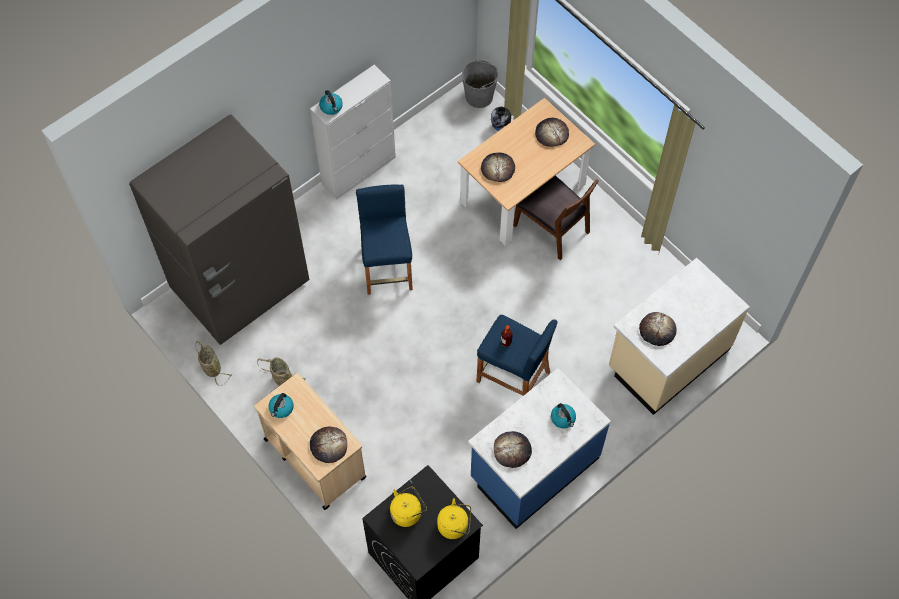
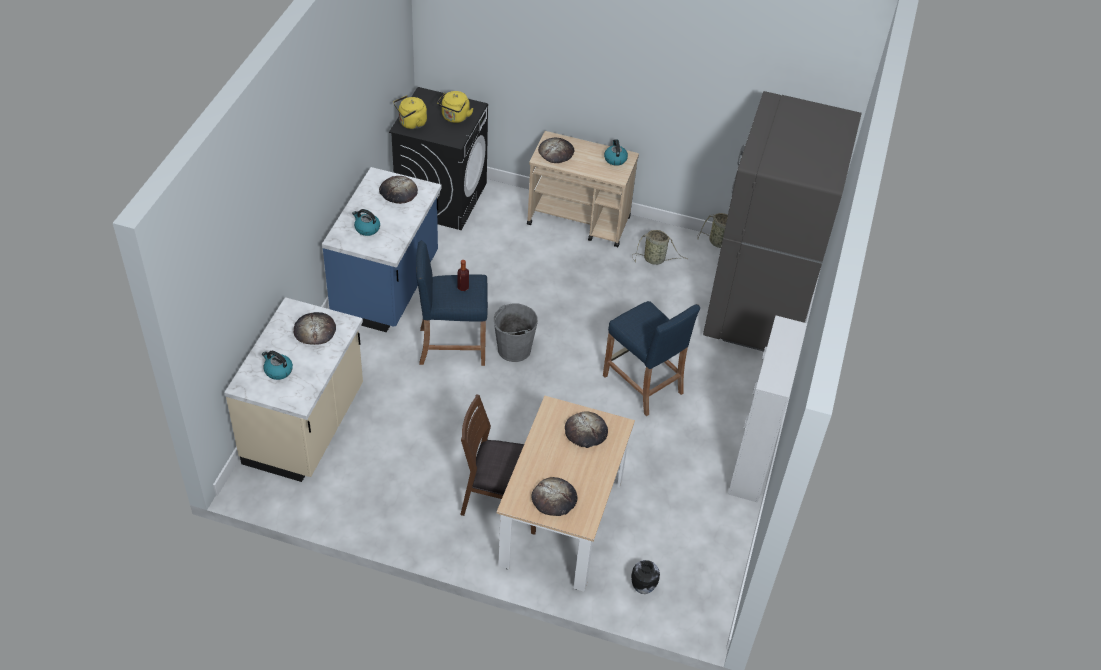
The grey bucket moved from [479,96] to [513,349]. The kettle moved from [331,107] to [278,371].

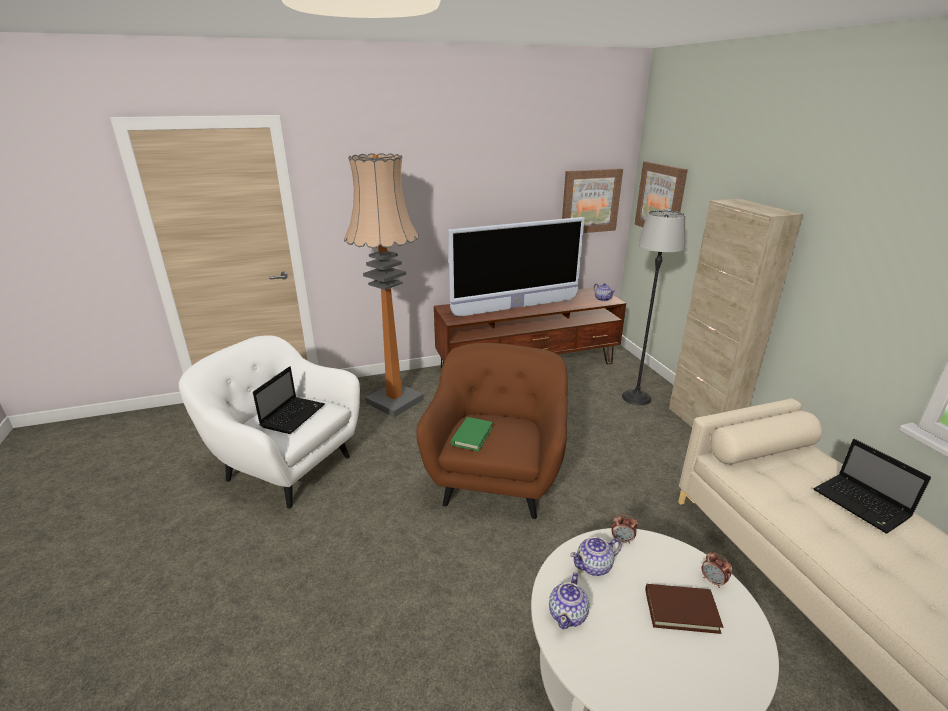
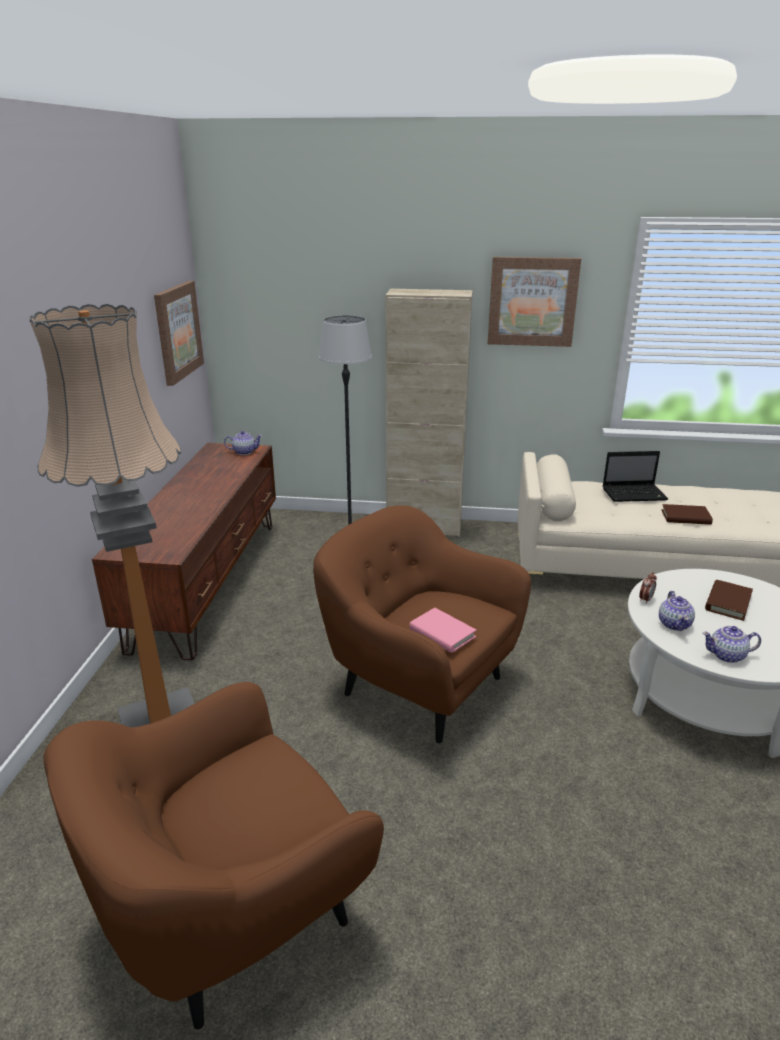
The picture moved from [661,198] to [532,301]. The television at [516,307] disappeared. The white armchair at [286,466] became the brown armchair at [228,913]. The laptop at [293,415] disappeared. The green book at [472,436] became the pink book at [442,633]. The alarm clock at [713,581] disappeared. The teapot at [568,614] turned 135 degrees clockwise. The brown book at [685,517] appeared.

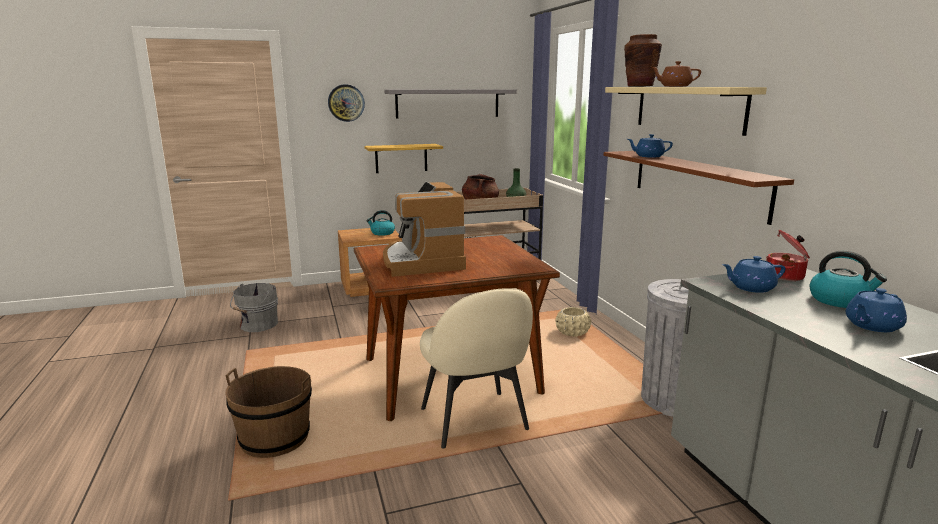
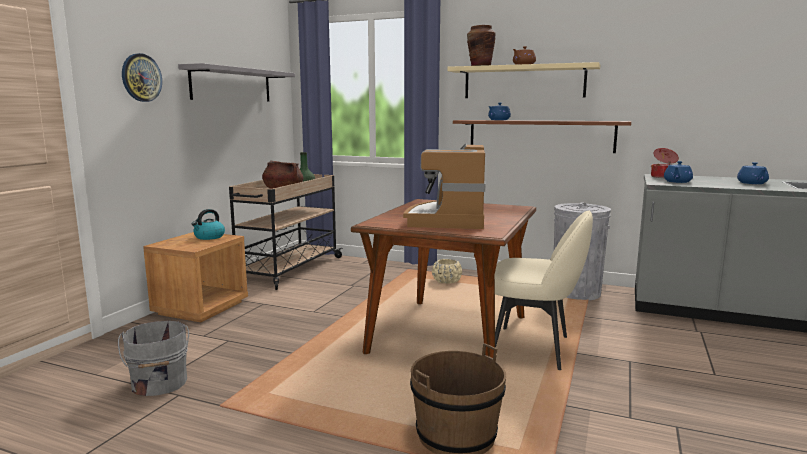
The shelf at [401,158] disappeared. The coffee machine at [421,261] turned 75 degrees clockwise. The kettle at [839,300] disappeared.

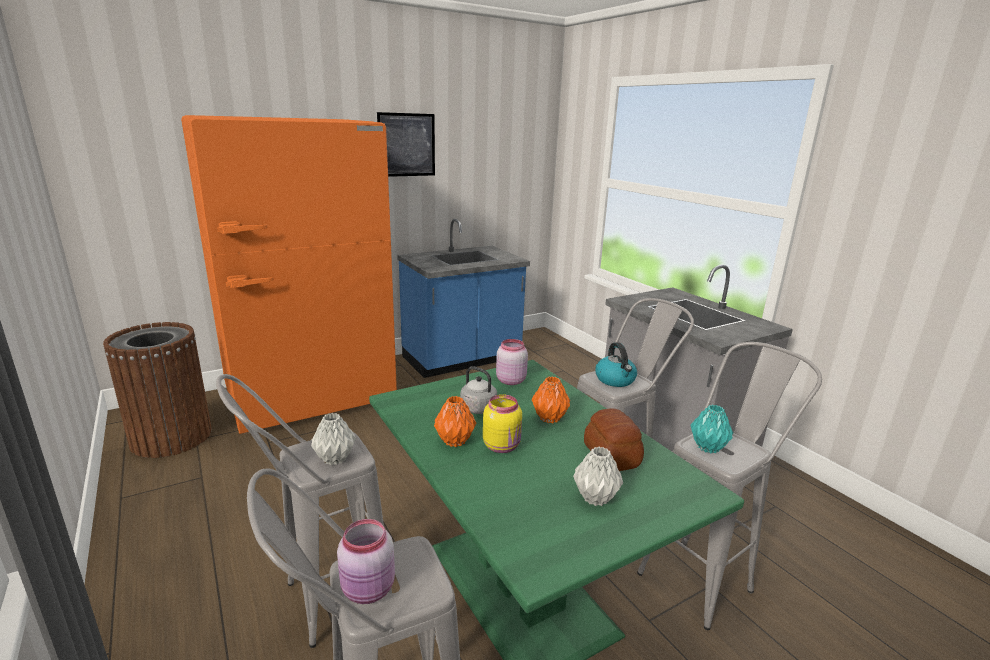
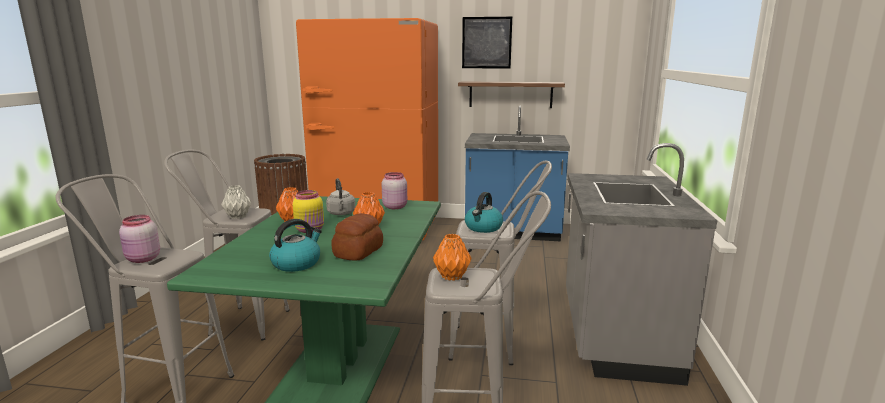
The turquoise vase at [708,448] became the orange vase at [452,277]. The grey vase at [594,498] was replaced by the kettle at [297,263]. The shelf at [510,94] appeared.

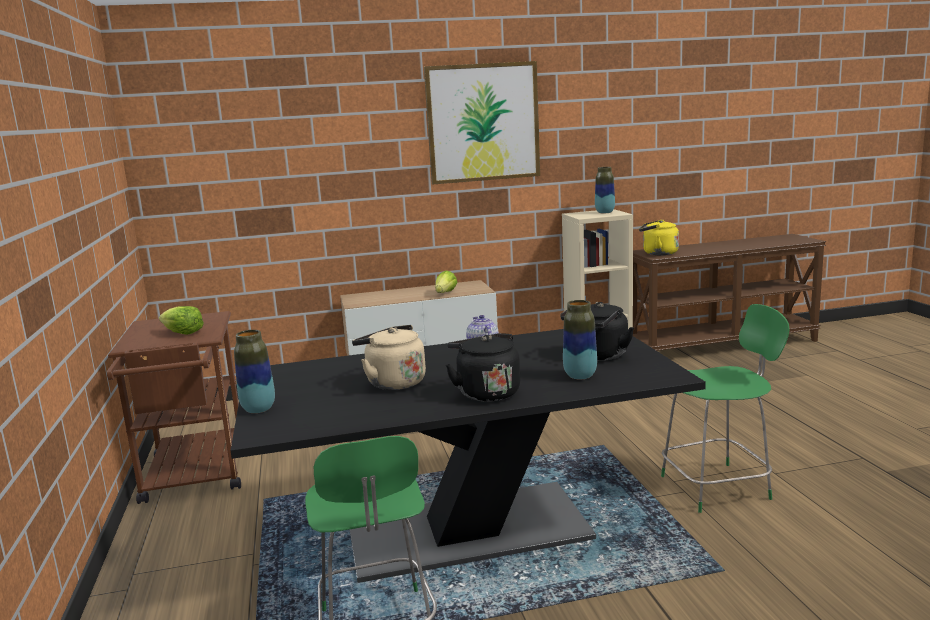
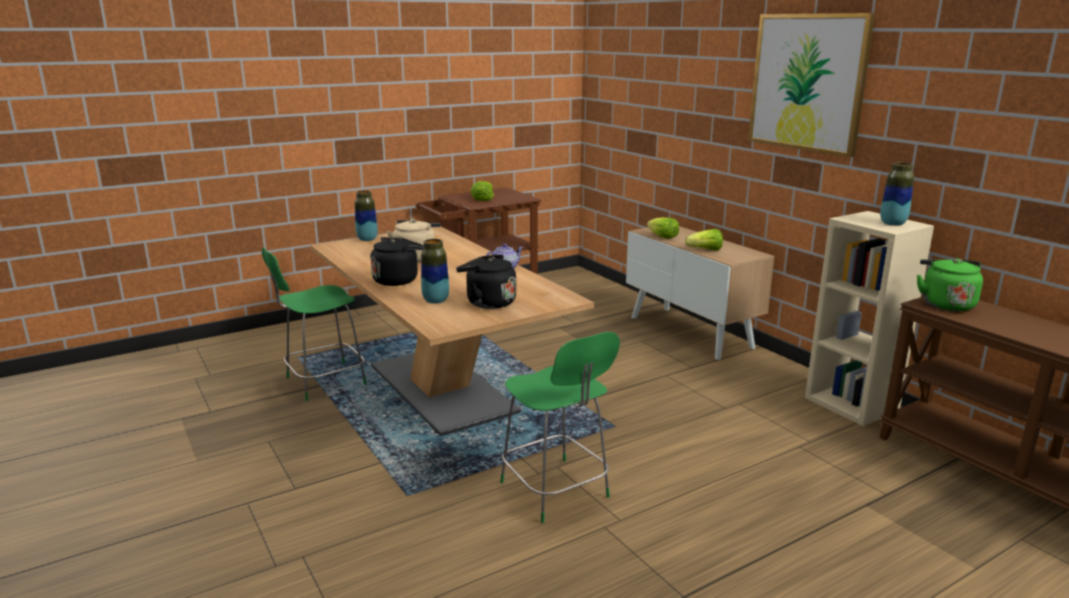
The yellow kettle at [658,253] became the green kettle at [945,304]. The black dining table at [467,531] became the beige dining table at [441,389]. The lettuce at [662,237] appeared.

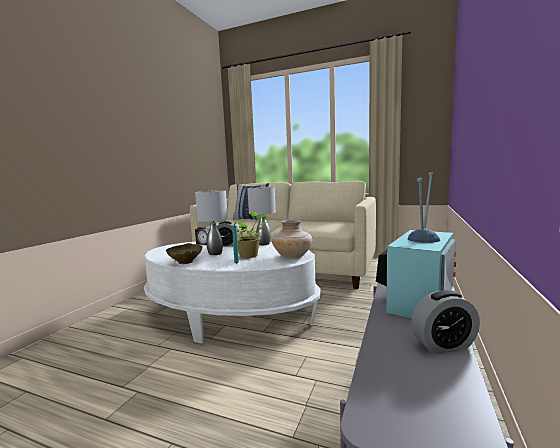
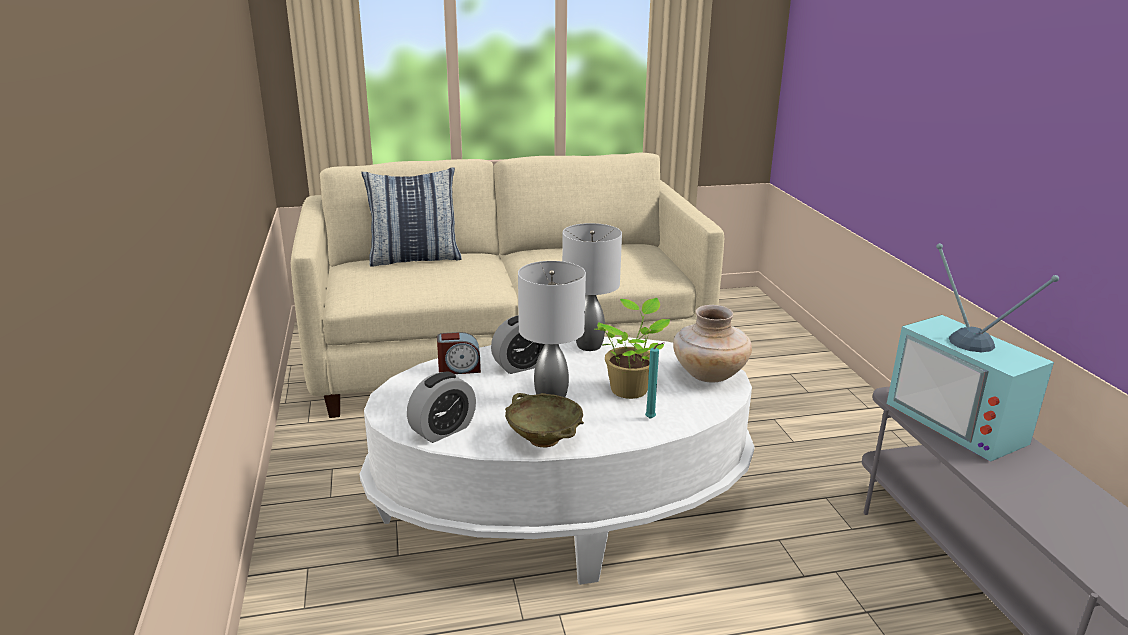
The television at [415,299] turned 150 degrees clockwise. The alarm clock moved from [443,344] to [443,430].

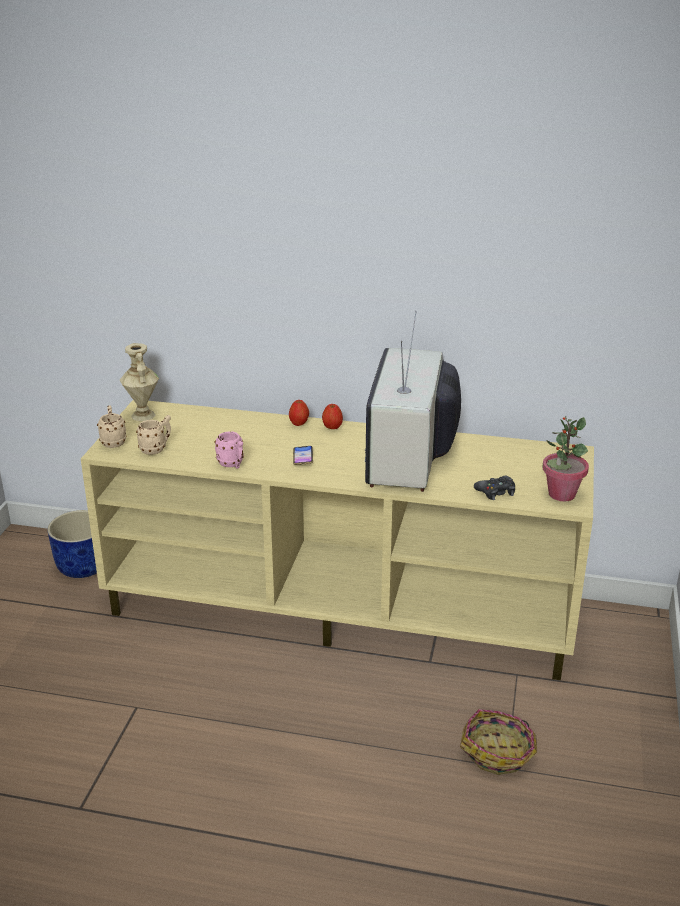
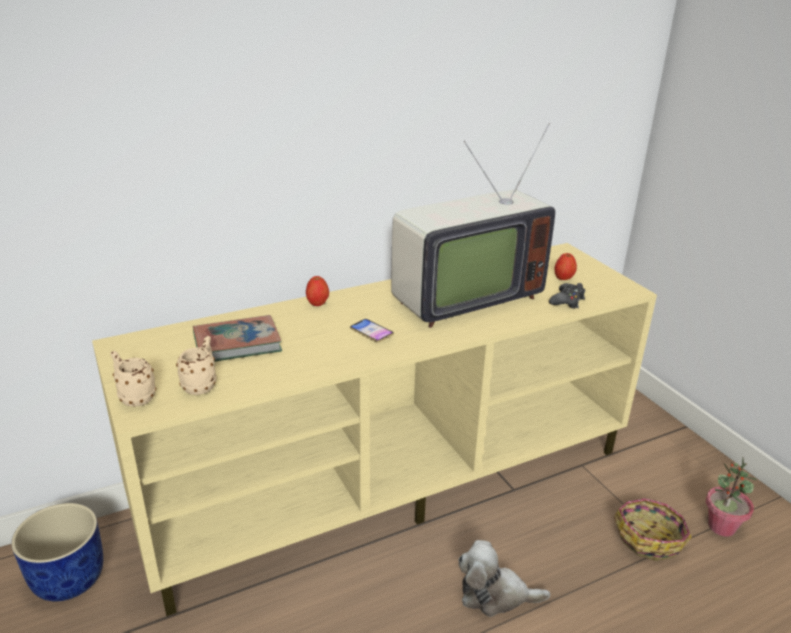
The television at [411,458] turned 90 degrees counterclockwise. The beige vase at [142,415] disappeared. The apple moved from [332,427] to [563,278]. The potted plant moved from [561,494] to [721,527]. The pink mug at [233,464] disappeared. The book at [237,344] appeared. The plush toy at [495,594] appeared.

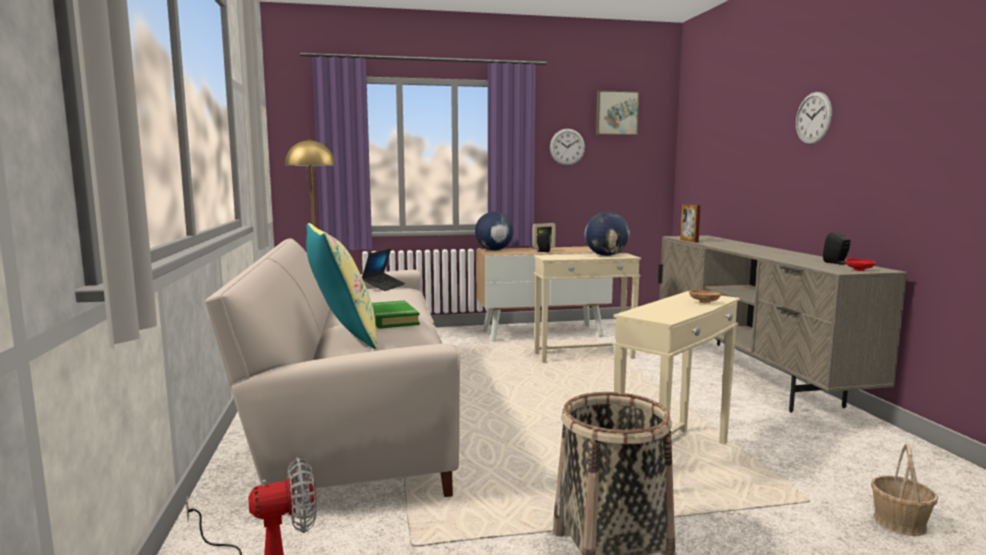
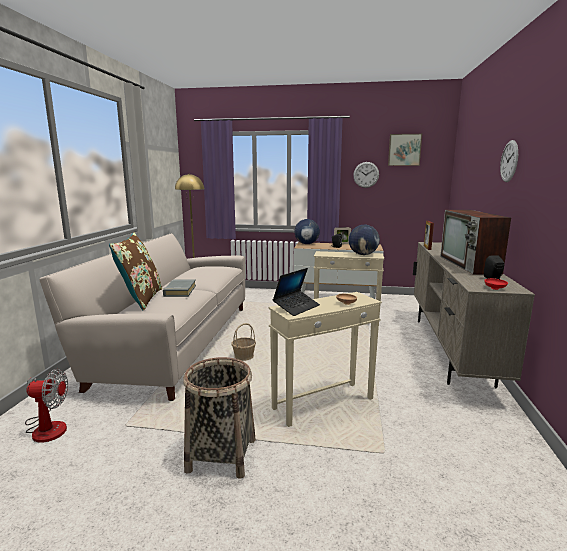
The yellow pillow at [342,336] became the brown pillow at [141,299]. The laptop moved from [384,286] to [296,307]. The green book at [391,320] became the grey book at [180,291]. The basket moved from [899,523] to [243,357]. The television at [470,265] appeared.

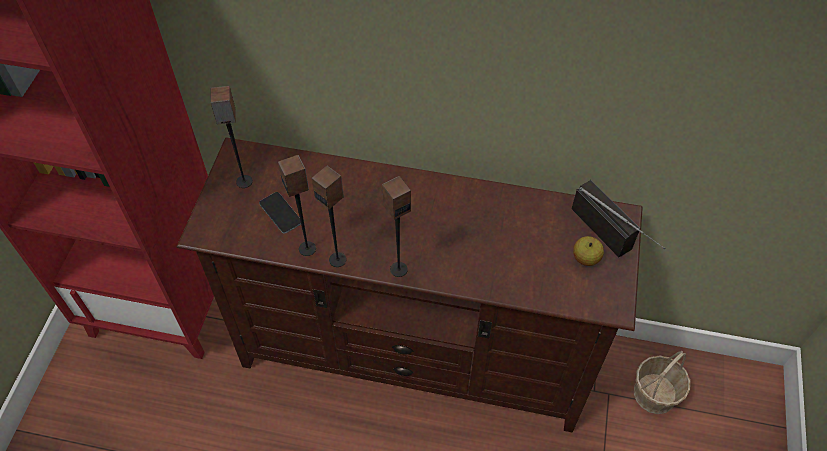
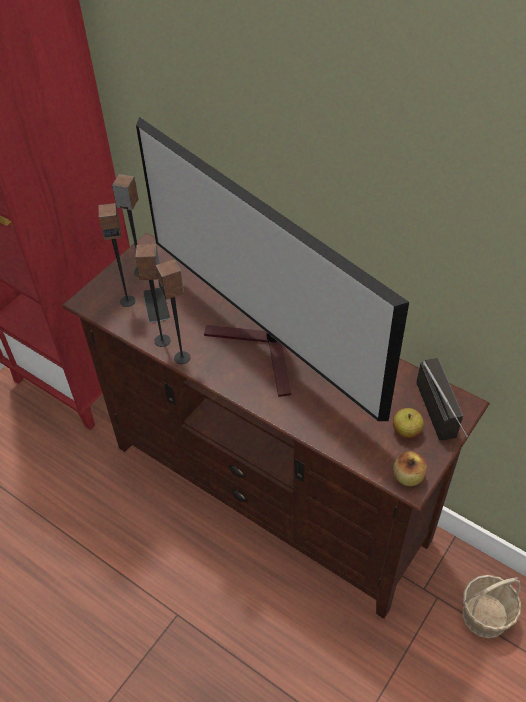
The speaker moved from [398,269] to [127,301]. The television at [263,351] appeared. The apple at [408,476] appeared.

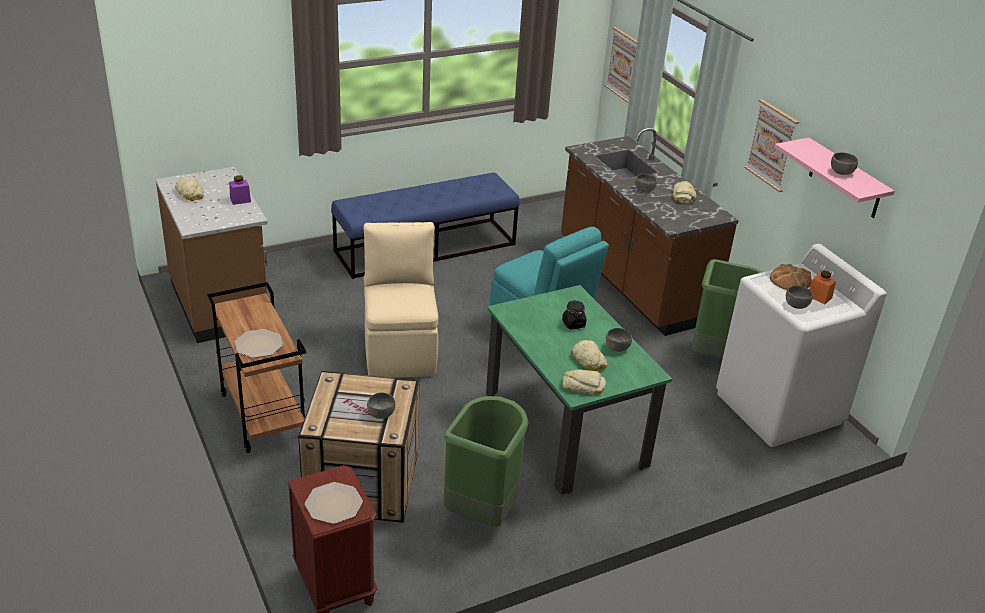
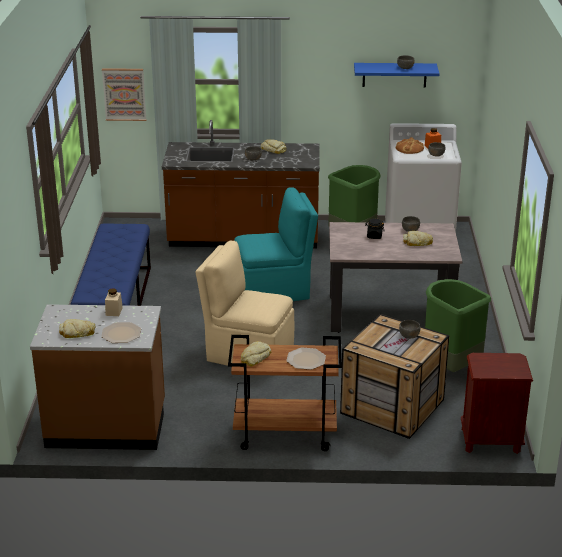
The picture at [772,145] disappeared. The pink shelf at [845,179] became the blue shelf at [394,75]. The purple jar at [240,200] became the beige jar at [114,311]. The green dining table at [564,429] became the beige dining table at [389,314]. The bread moved from [583,386] to [254,357]. The plate moved from [334,503] to [121,333].

